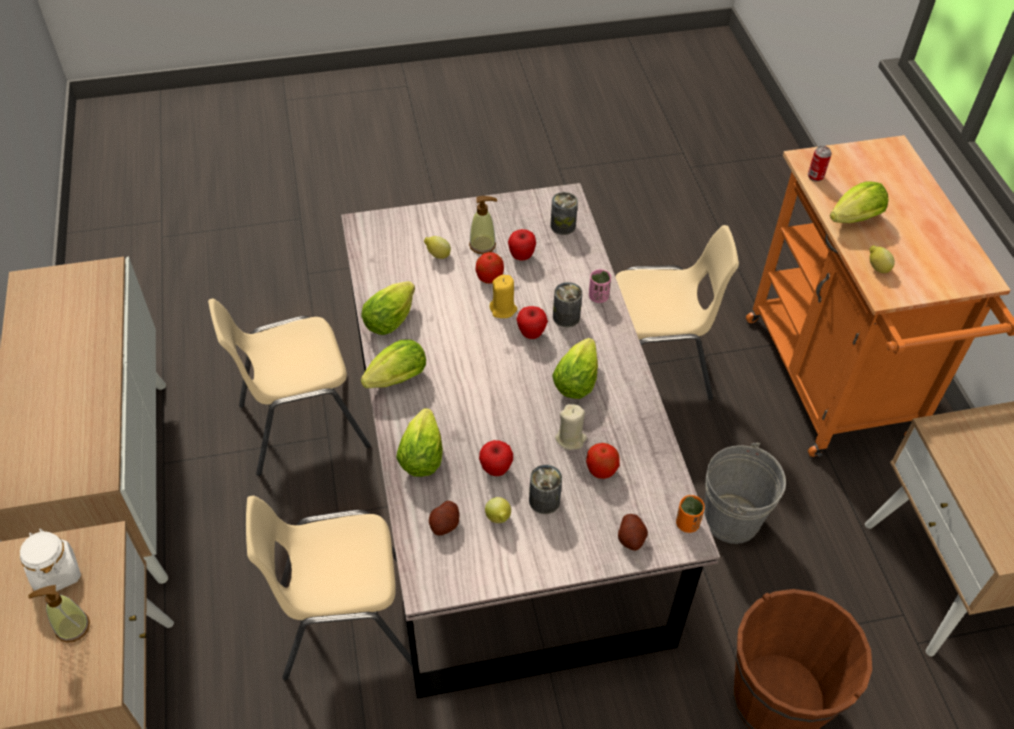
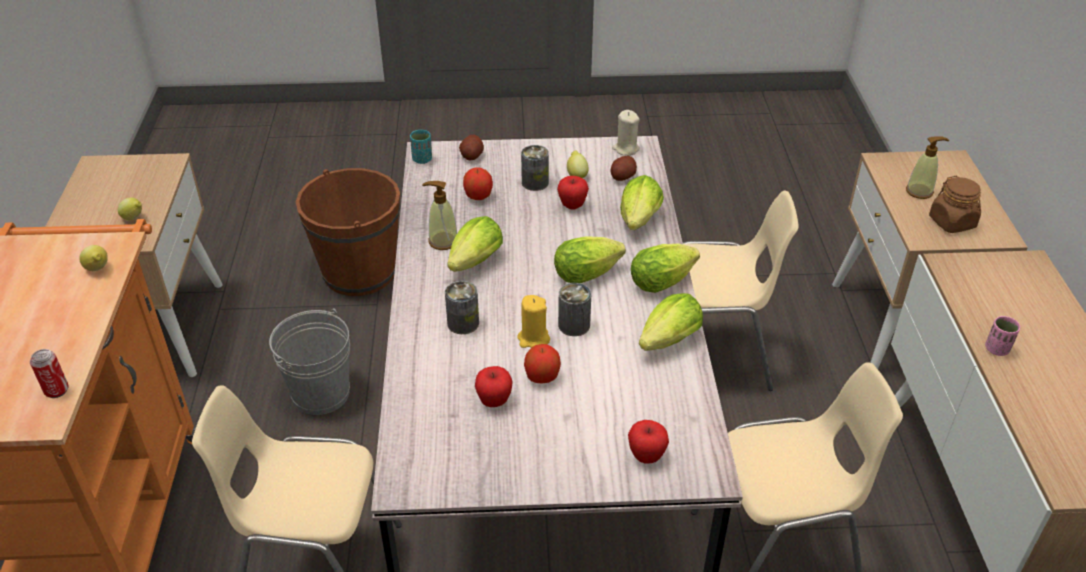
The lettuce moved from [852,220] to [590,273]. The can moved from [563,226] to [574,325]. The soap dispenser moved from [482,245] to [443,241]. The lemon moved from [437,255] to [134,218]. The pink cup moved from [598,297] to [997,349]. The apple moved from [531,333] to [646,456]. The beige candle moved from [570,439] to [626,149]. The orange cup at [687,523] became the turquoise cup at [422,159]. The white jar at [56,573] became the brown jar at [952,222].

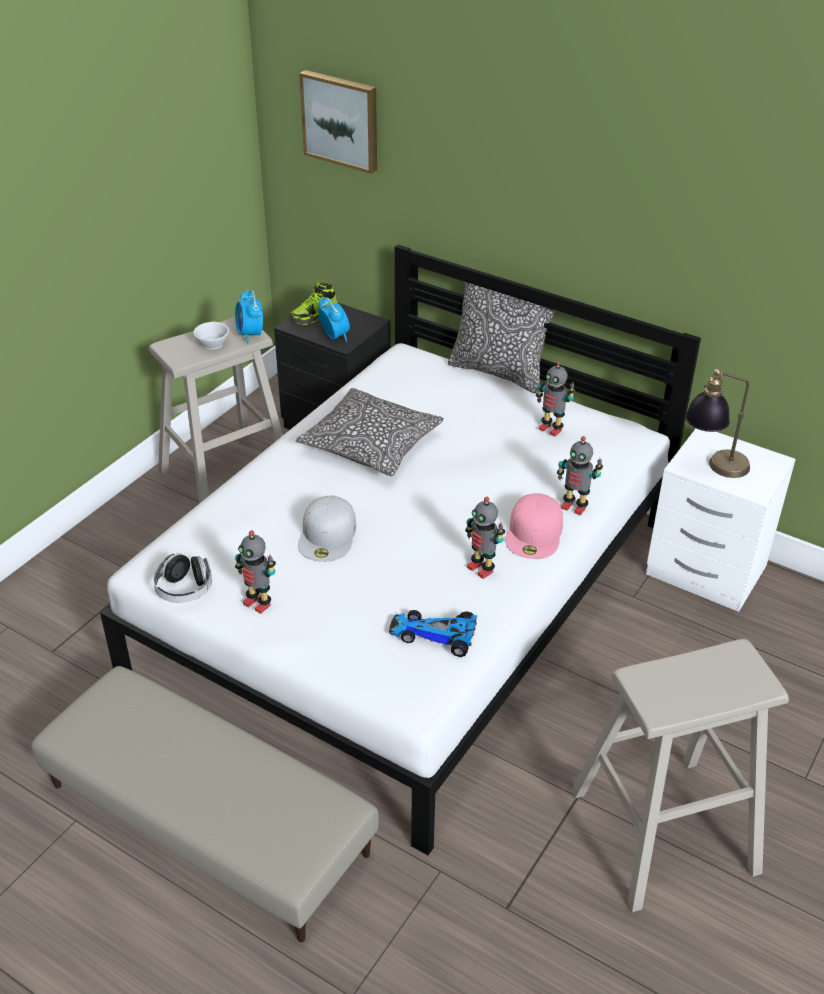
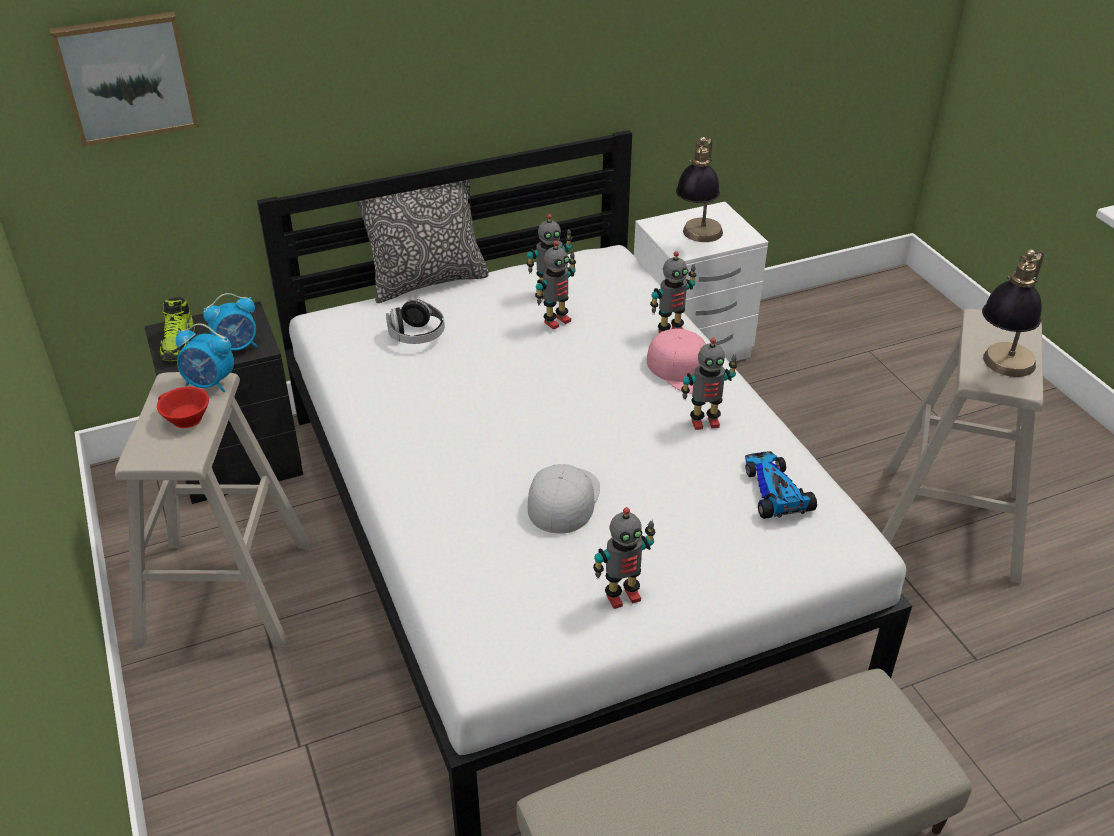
The alarm clock at [334,336] turned 150 degrees clockwise. The white cup at [211,343] became the red cup at [184,419]. The pillow at [371,444] disappeared. The white cap at [328,535] turned 120 degrees counterclockwise. The headphones moved from [184,589] to [416,335]. The toy car at [435,635] turned 120 degrees clockwise. The toy robot at [556,321] appeared. The table lamp at [1000,372] appeared.

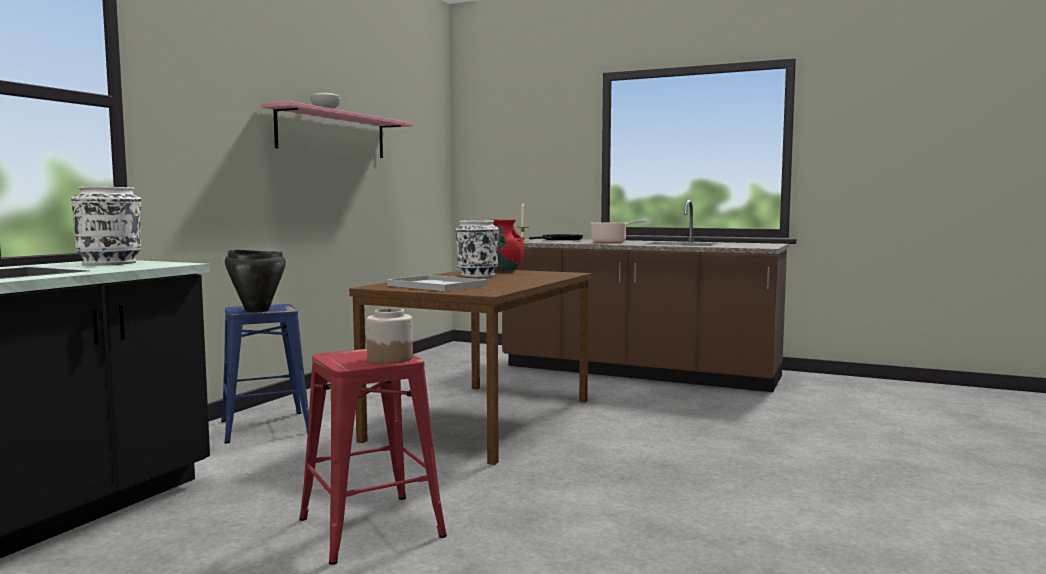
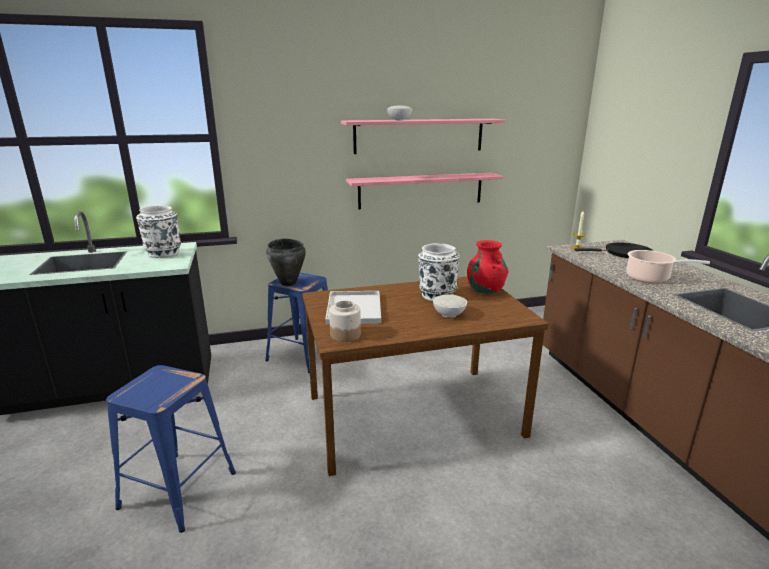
The jar moved from [390,358] to [345,334]. The red stool at [369,527] became the blue stool at [177,489]. The pink shelf at [421,190] appeared. The white bowl at [449,314] appeared.

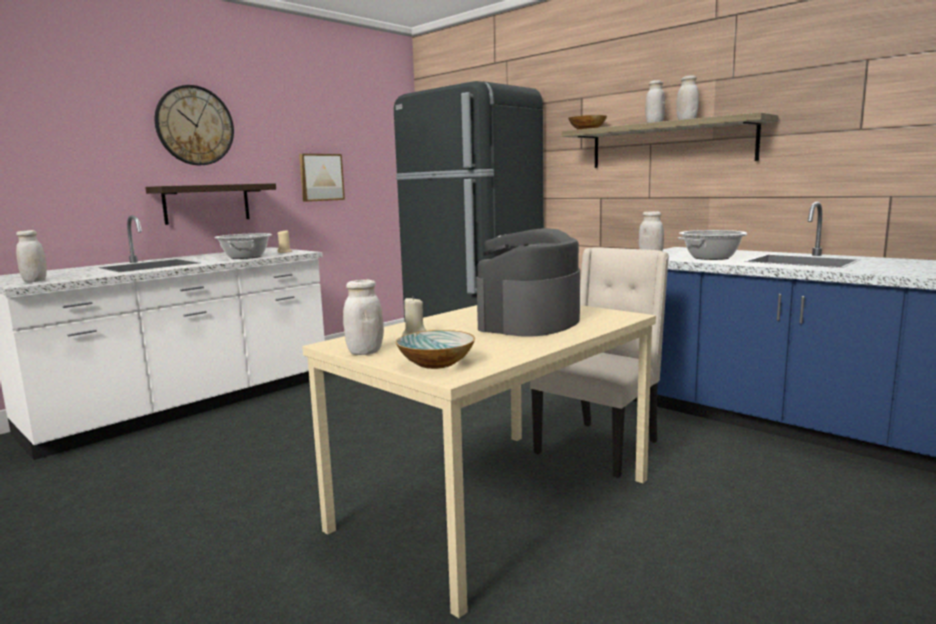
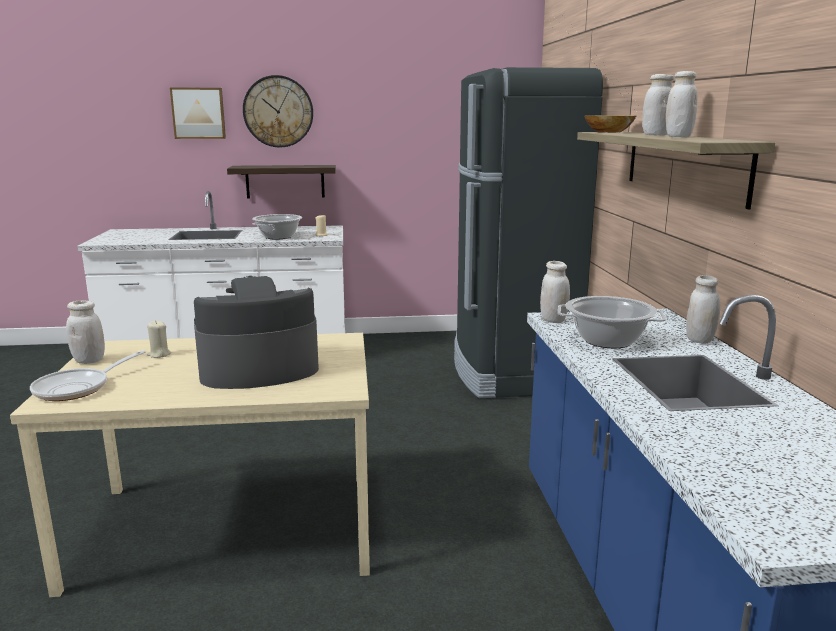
The picture moved from [320,177] to [198,113]. The white jar moved from [35,281] to [699,340]. The beige chair at [599,447] disappeared. The bowl at [437,363] was replaced by the frying pan at [78,388].

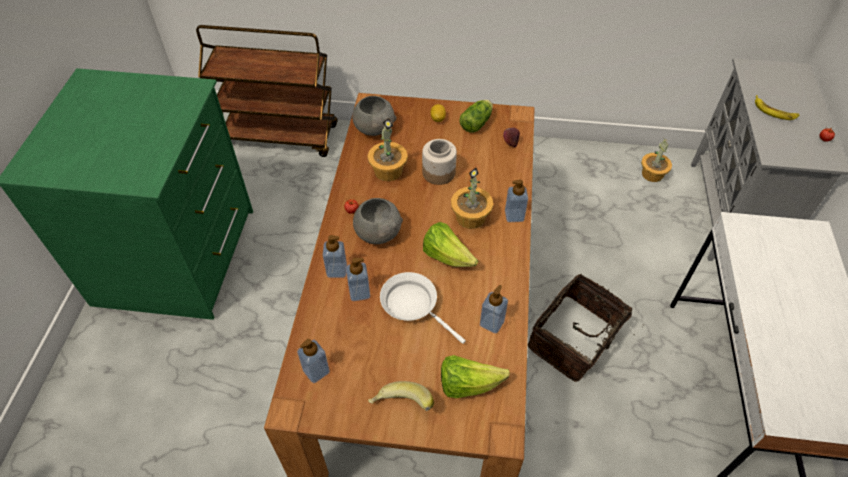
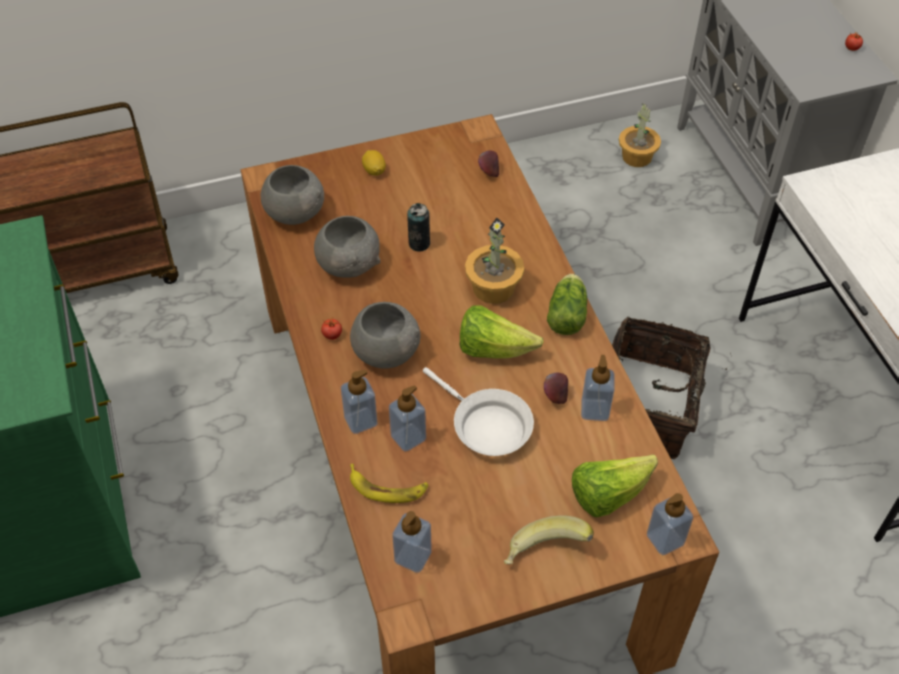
The banana moved from [774,111] to [387,487]. The lettuce moved from [477,122] to [567,313]. The potted plant at [388,170] was replaced by the grey bowl at [348,264]. The jar at [439,172] was replaced by the can at [419,243]. The soap dispenser moved from [514,216] to [665,539]. The white frying pan at [413,305] turned 150 degrees counterclockwise. The apple at [555,396] appeared.

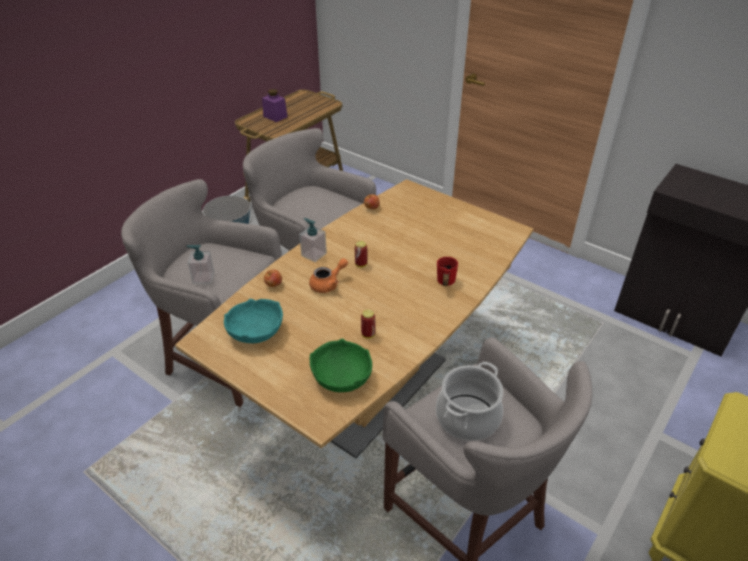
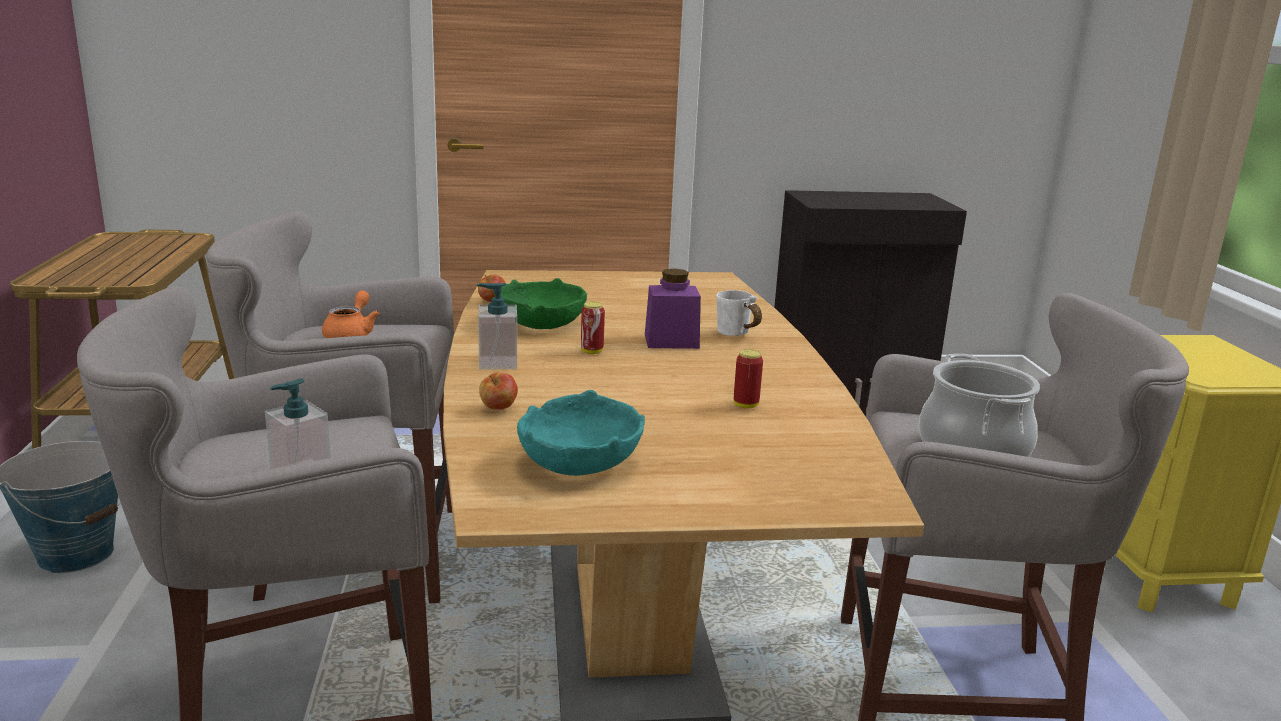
The purple jar moved from [275,116] to [671,341]. The red mug at [443,284] became the white mug at [734,336]. The orange teapot moved from [328,284] to [351,334]. The green bowl moved from [342,378] to [542,324].

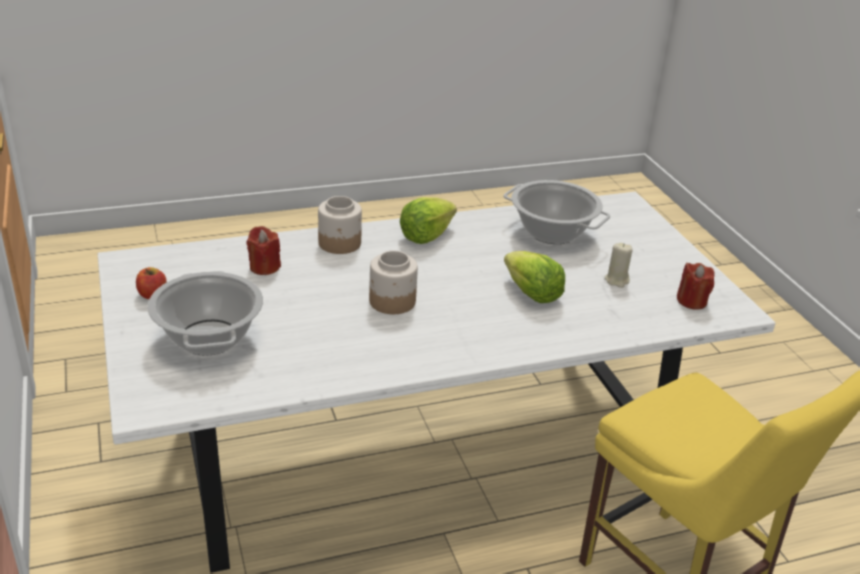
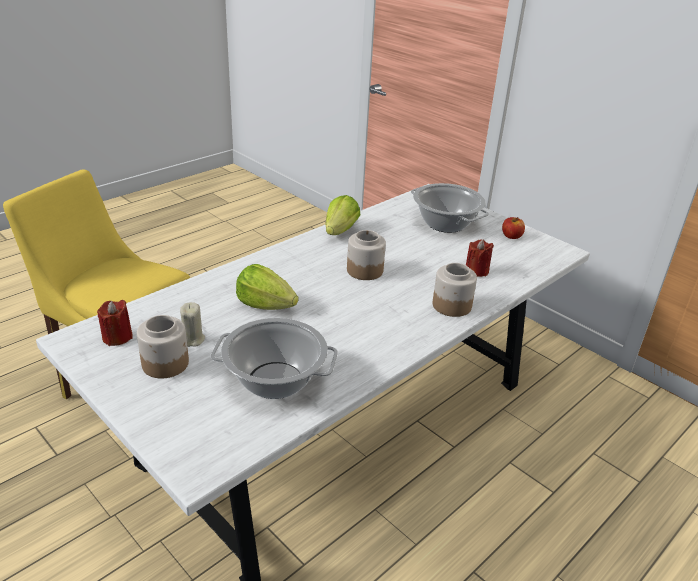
The lettuce moved from [426,235] to [340,231]. The jar at [166,363] appeared.

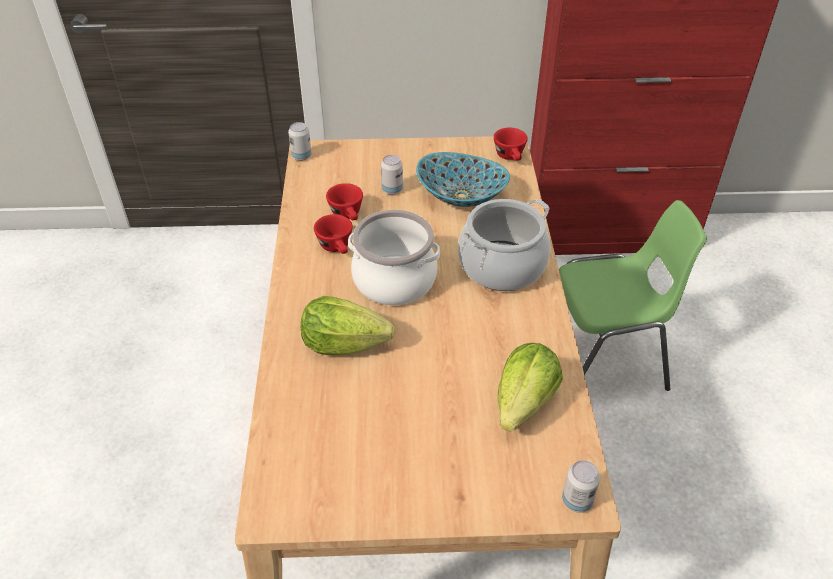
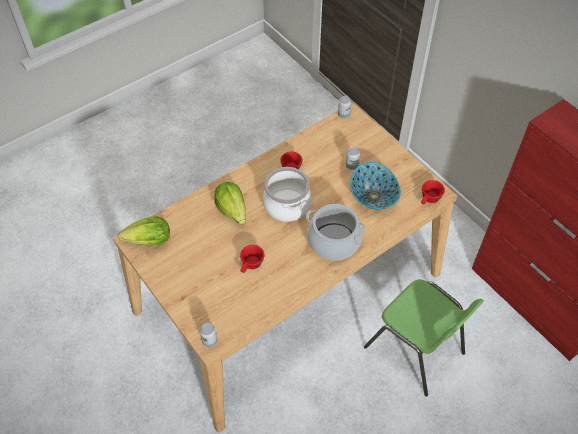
The red cup moved from [348,215] to [251,265]. The lettuce moved from [524,403] to [150,241].

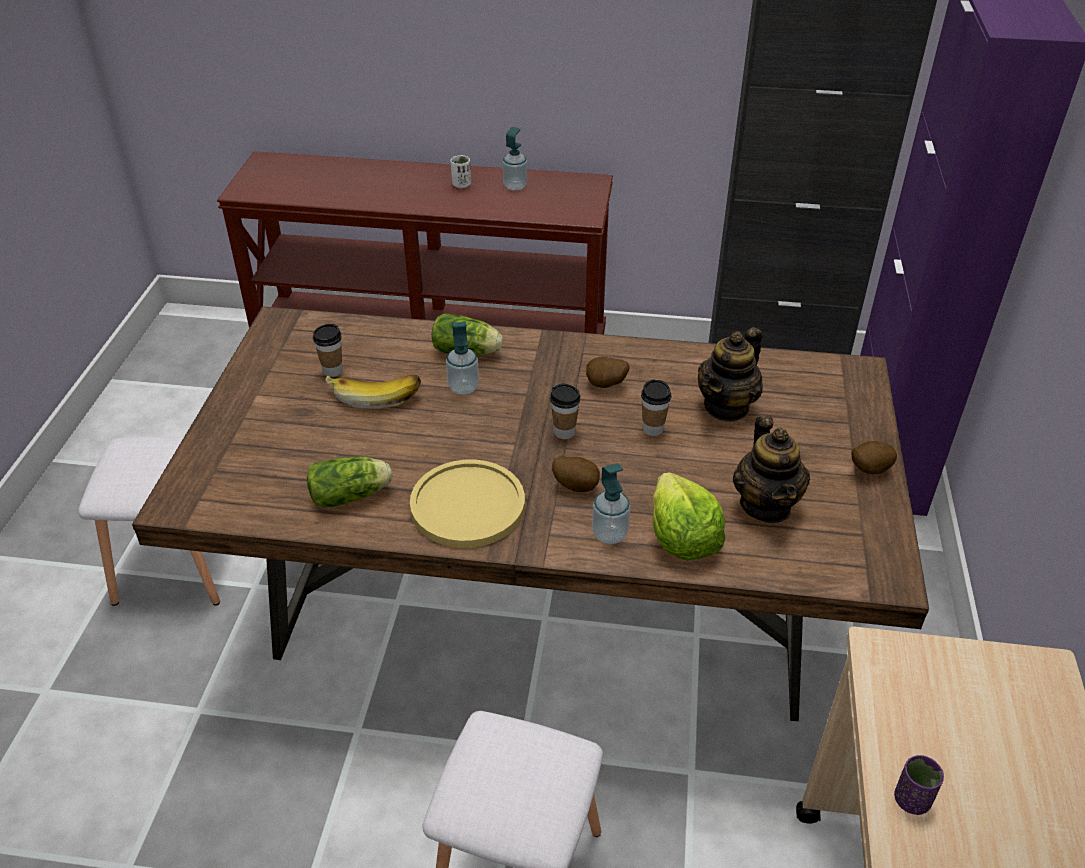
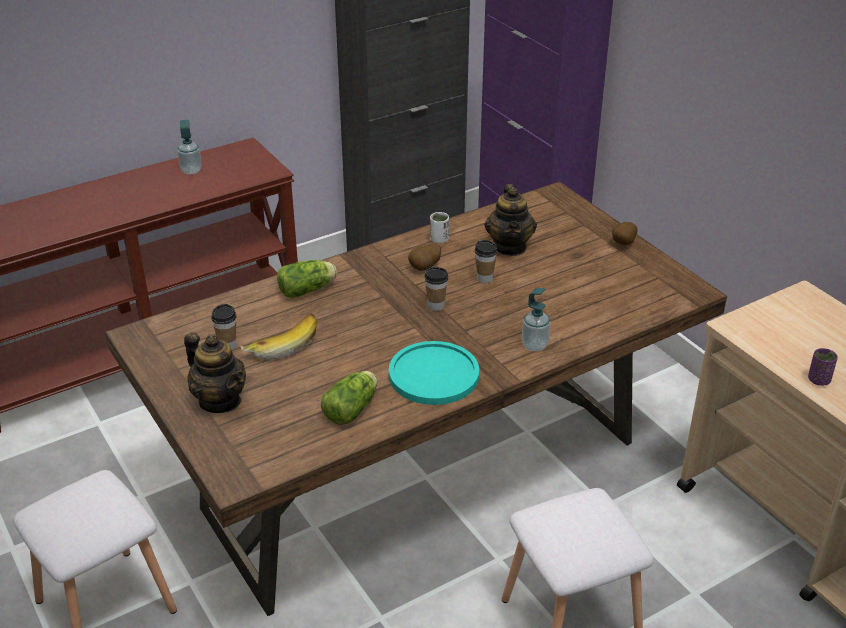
The white cup moved from [461,184] to [439,239]. The soap dispenser at [463,387] disappeared. The teapot moved from [766,505] to [220,400]. The potato at [576,486] disappeared. The yellow plate at [467,505] became the turquoise plate at [434,375]. The lettuce at [682,537] disappeared.

